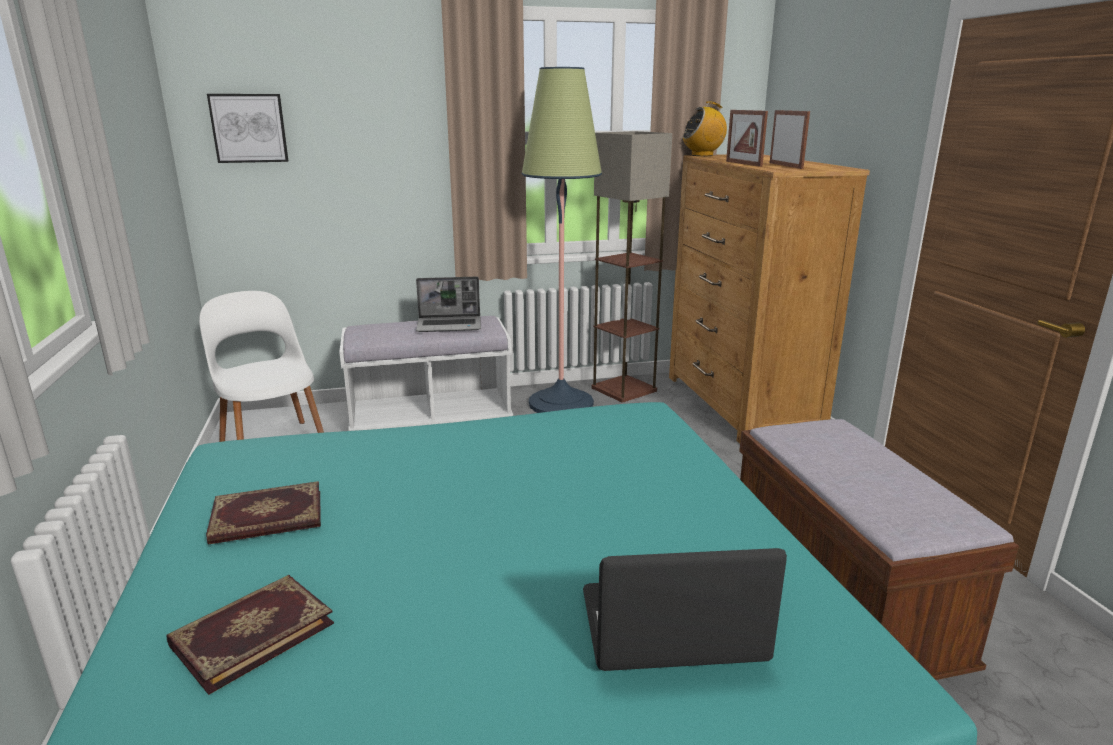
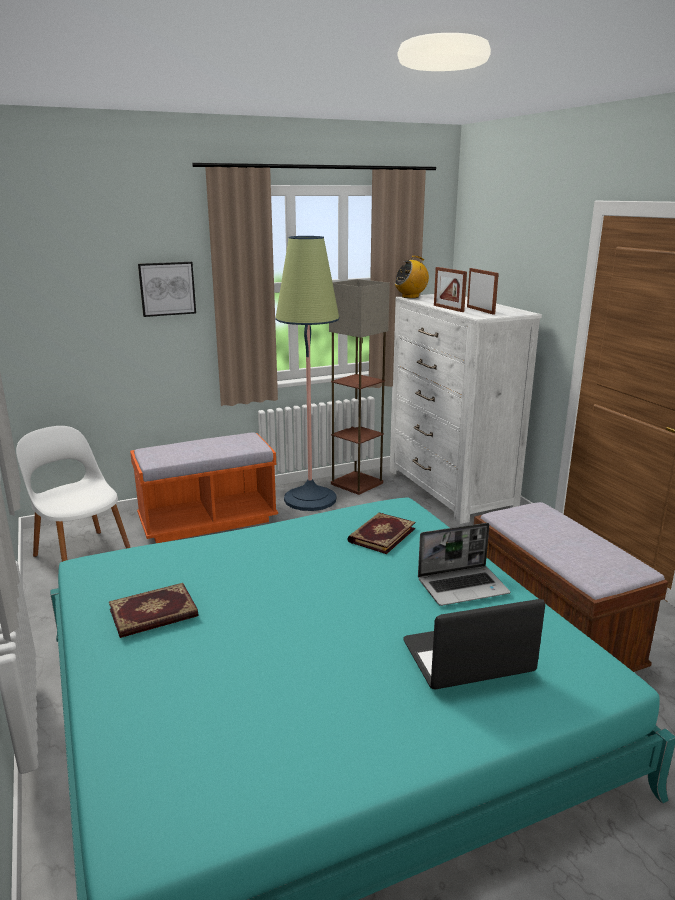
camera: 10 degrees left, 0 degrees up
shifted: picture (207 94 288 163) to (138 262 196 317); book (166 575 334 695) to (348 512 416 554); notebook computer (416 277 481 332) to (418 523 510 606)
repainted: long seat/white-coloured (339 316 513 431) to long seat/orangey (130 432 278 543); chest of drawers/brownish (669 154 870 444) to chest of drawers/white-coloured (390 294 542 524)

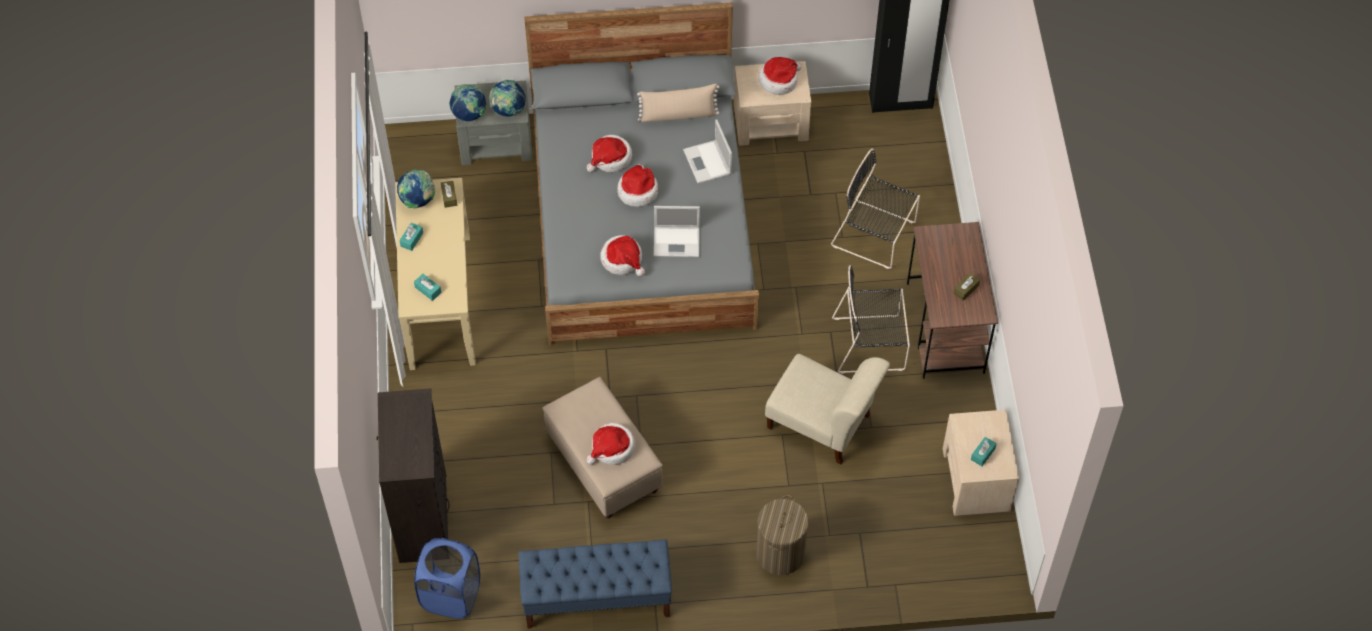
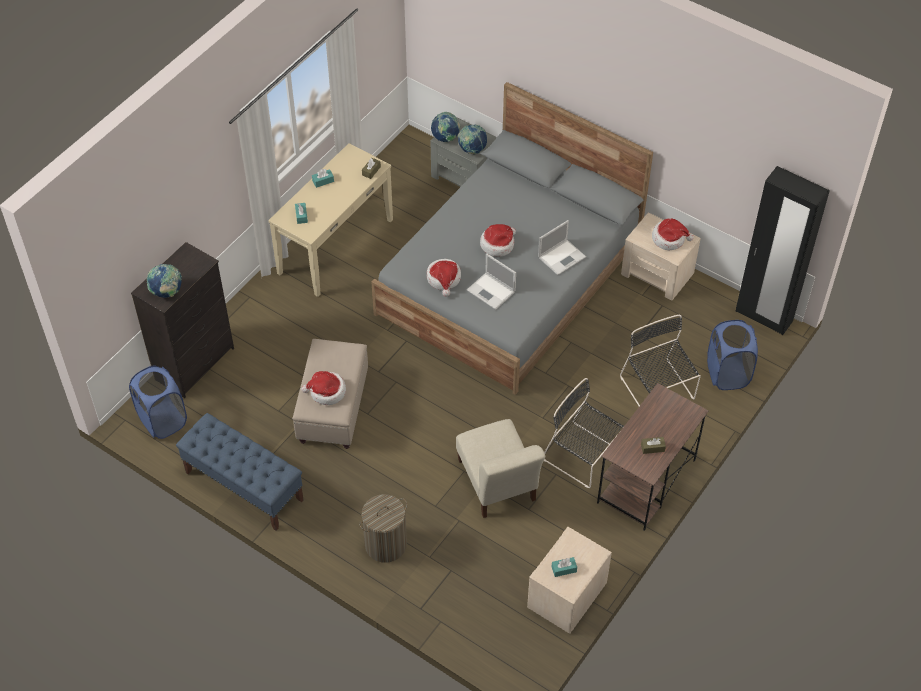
camera: 40 degrees right, 5 degrees down
gone: wearable hat (587 135 632 172); cushion/sand-coloured (637 84 719 122)
new: washing basket/blue-coloured (707 320 758 390)
shifted: world globe (397 169 435 209) to (147 264 182 298)
rotated: notebook computer (683 119 732 184) = (538 220 586 275) 150 degrees counterclockwise

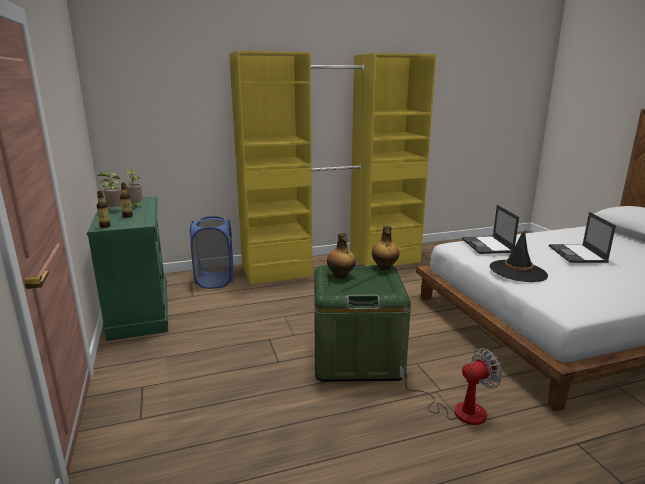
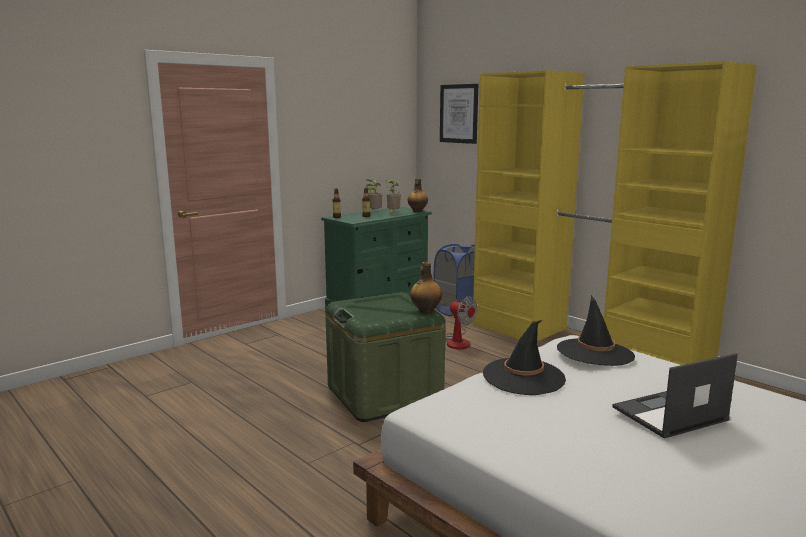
camera: 65 degrees right, 5 degrees down
new: picture (440 84 478 144)
shifted: beverage bottle (327 232 356 279) to (408 179 428 212); fan (399 348 503 425) to (445 296 478 349)
swapped: notebook computer (462 205 519 254) to wearable hat/blackish (557 295 635 366)

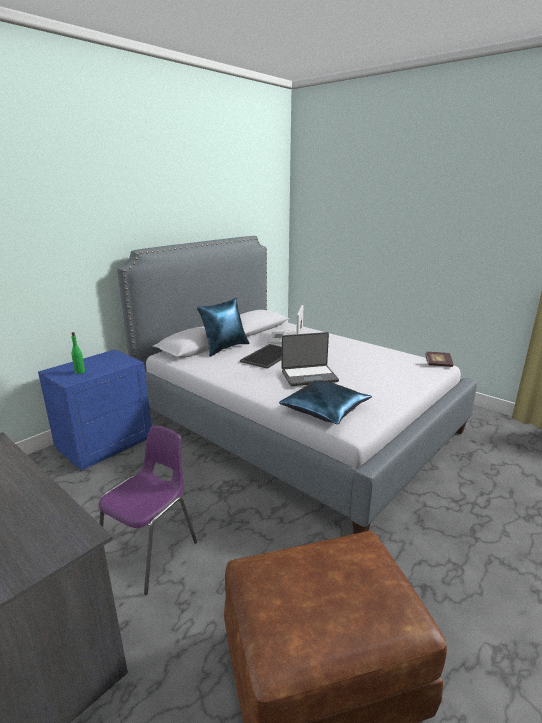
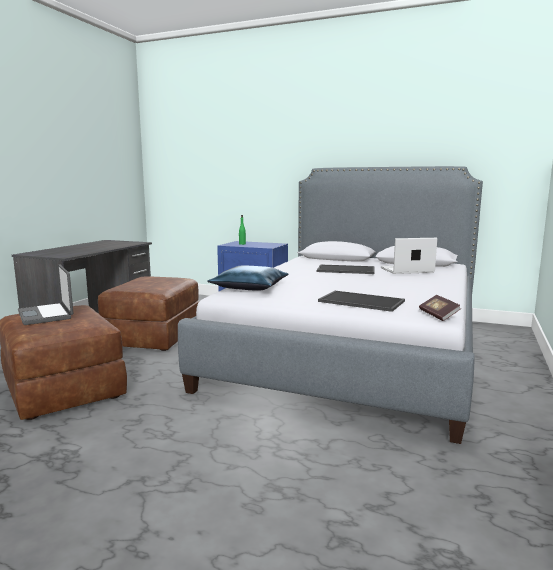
camera: 70 degrees right, 10 degrees down
gone: cushion/blue-coloured (197 298 250 357)
new: serving tray (318 291 405 312)
shifted: notebook computer (282 332 339 386) to (18 264 73 325)
swapped: upright chair/purple-coloured (99 425 197 595) to pouffe/brownish (98 277 199 351)

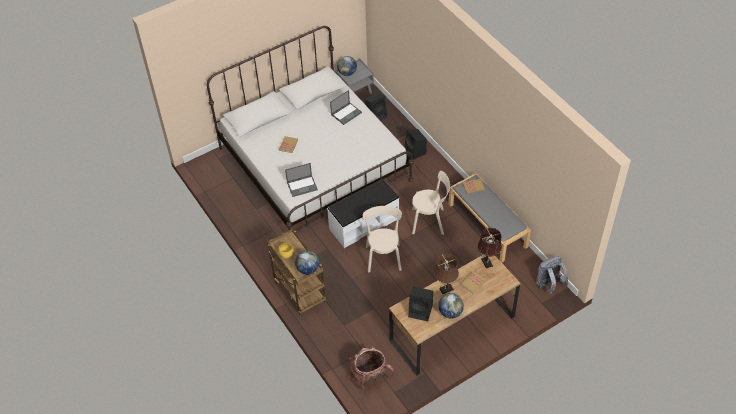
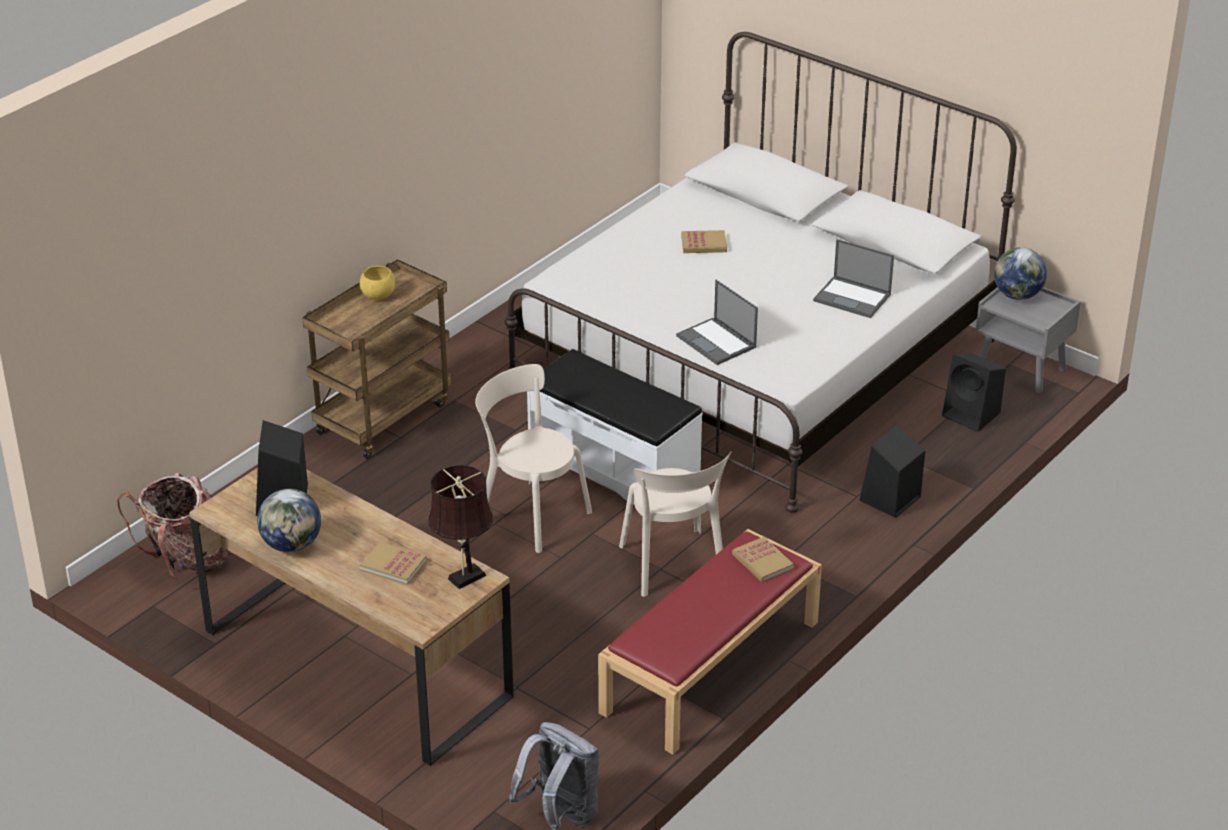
camera: 70 degrees right, 15 degrees down
gone: world globe (295 250 319 275); tabletop lamp/brownish (434 254 459 294)
shifted: notebook computer (285 163 318 197) to (676 280 758 365)
repainted: long seat/grey (448 173 531 262) to long seat/red-coloured (598 529 822 755)
rotated: upright chair/sand-coloured (363 206 402 272) = (475 364 592 553) 120 degrees counterclockwise

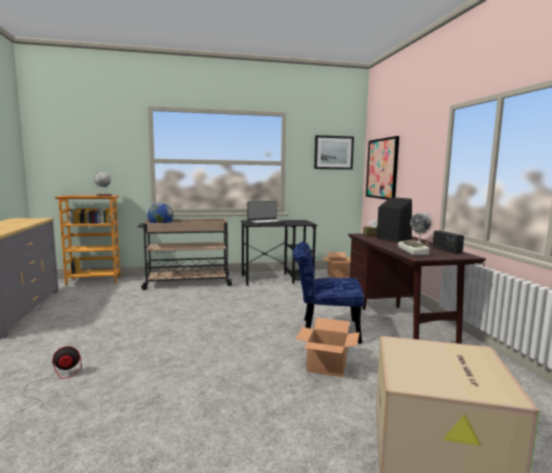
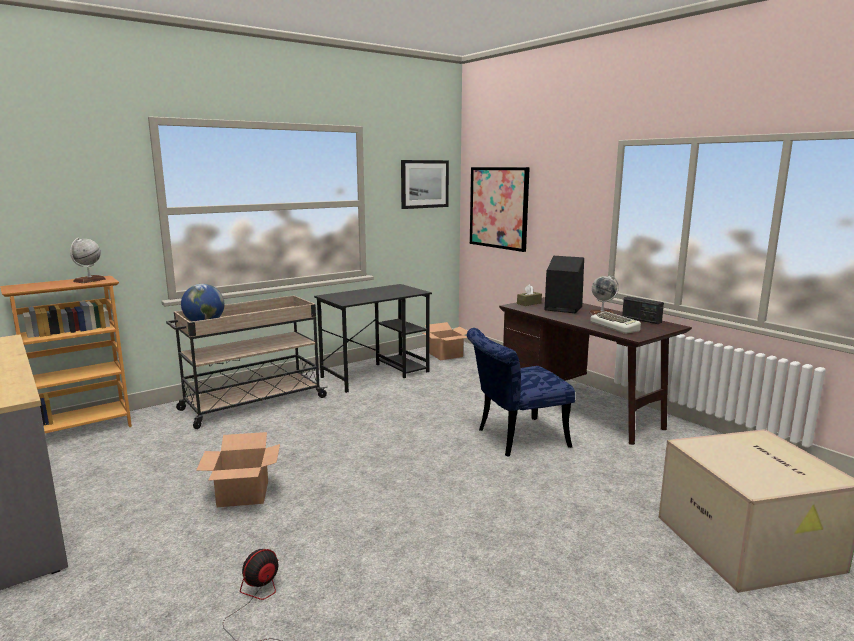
camera: 25 degrees left, 5 degrees up
gone: notebook computer (247 201 286 225)
shifted: packing box (296 318 360 377) to (196 432 280 507)

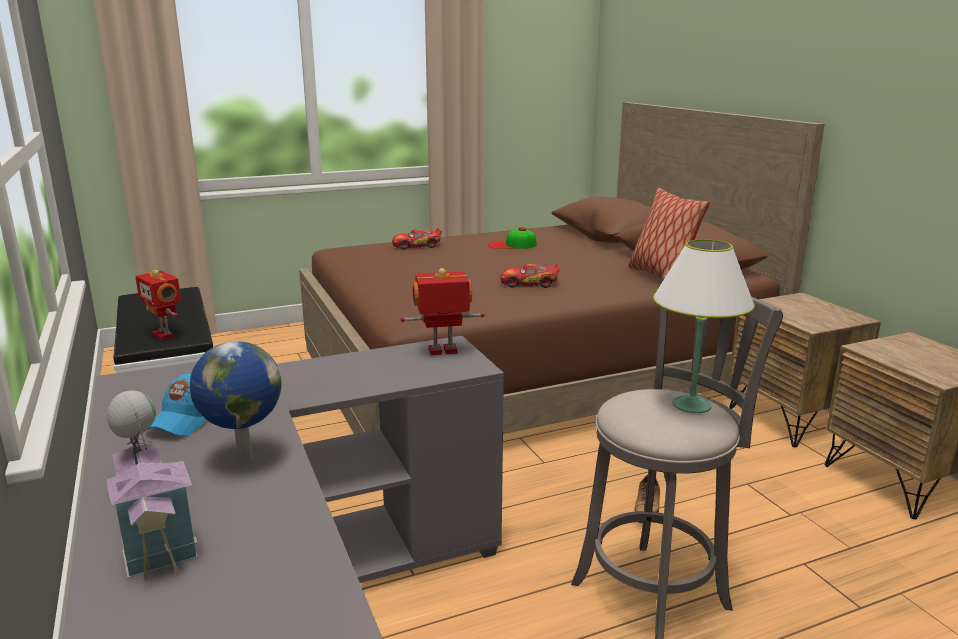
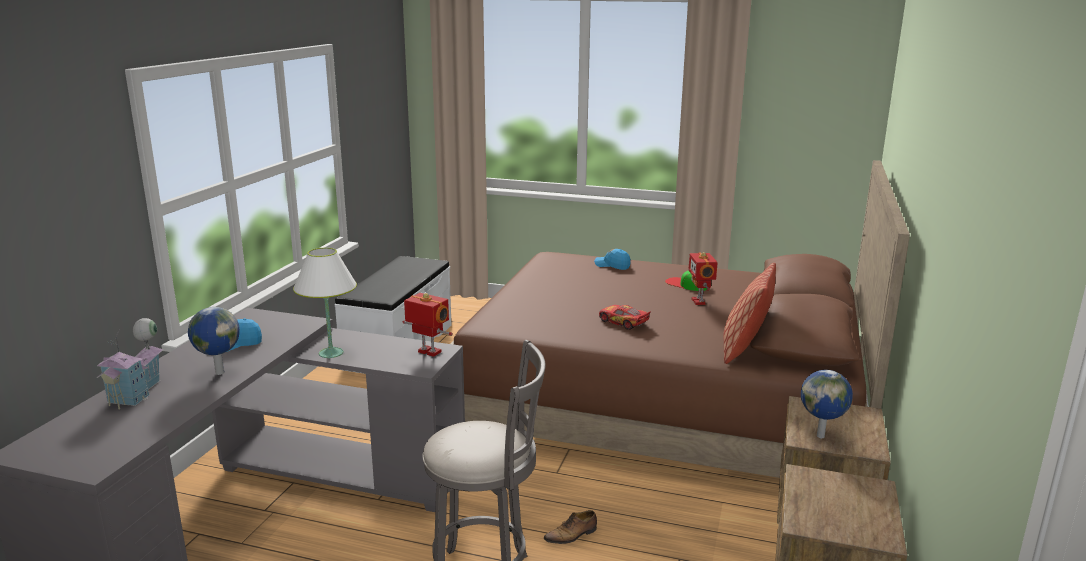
camera: 40 degrees right, 0 degrees up
new: world globe (801 370 853 438)
shifted: tabletop lamp/white-coloured (653 239 755 413) to (293 248 357 358); toy robot (135 270 181 340) to (689 252 718 305)
swapped: miniature car (392 228 442 250) to peaked cap/blue-coloured (594 249 631 270)

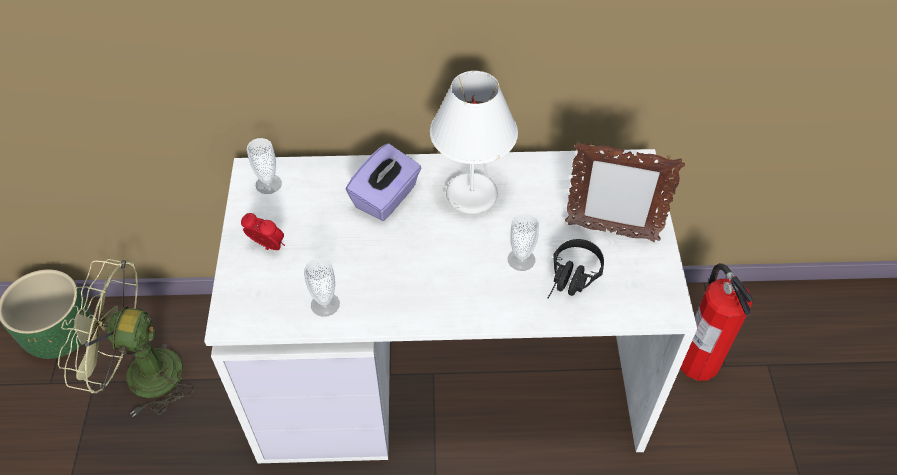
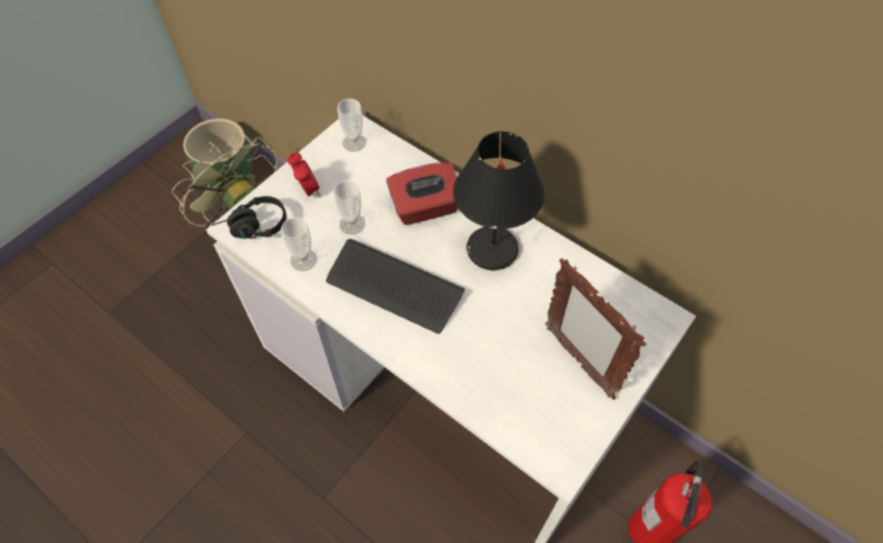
camera: 40 degrees right, 5 degrees up
new: keyboard (326 239 465 334)
shifted: headphones/blackish (547 239 604 299) to (212 196 287 239); drinking cup (508 214 539 271) to (333 181 365 235)
repainted: tissue box/purple-coloured (346 143 421 221) to tissue box/red-coloured (386 162 458 225); tabletop lamp/white-coloured (430 71 518 214) to tabletop lamp/blackish (453 131 545 270)

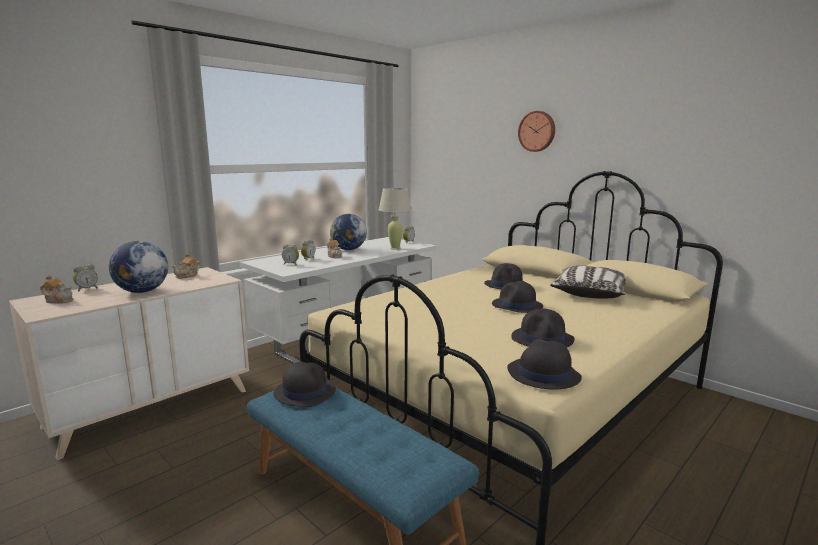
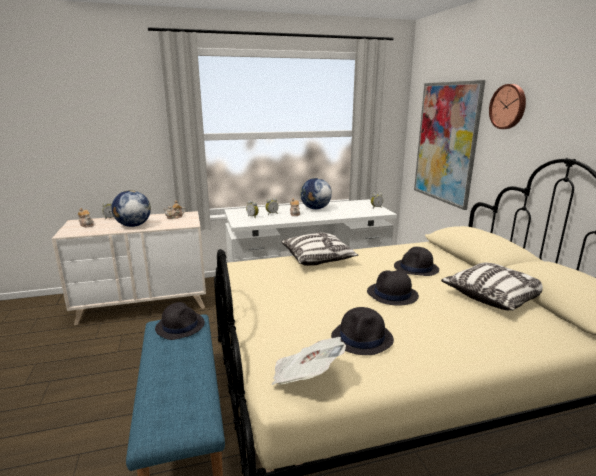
camera: 30 degrees right, 5 degrees up
gone: tabletop lamp/sand-coloured (379 188 412 250)
new: cushion (282 233 358 266); picture (414 80 486 210)
swapped: wearable hat/blackish (507 339 582 390) to printed paper (272 337 346 385)

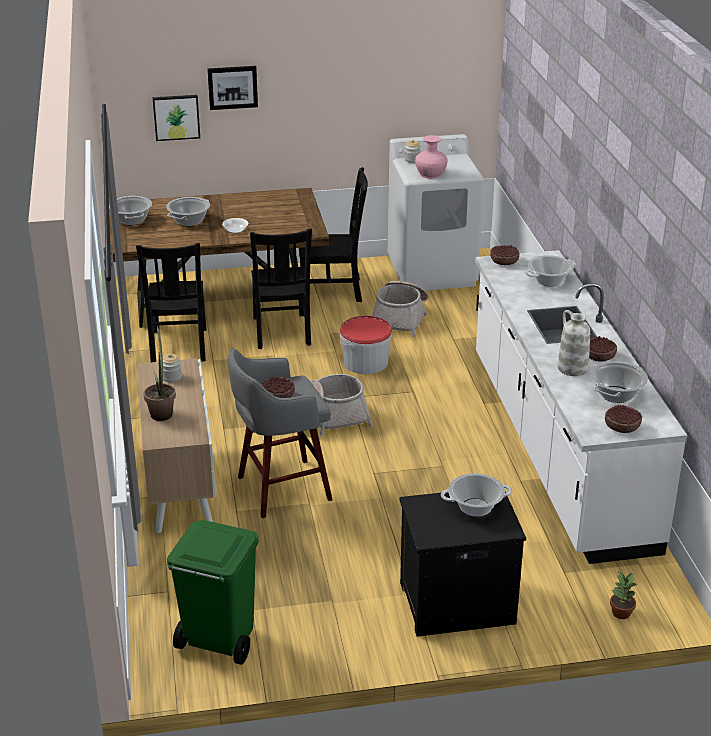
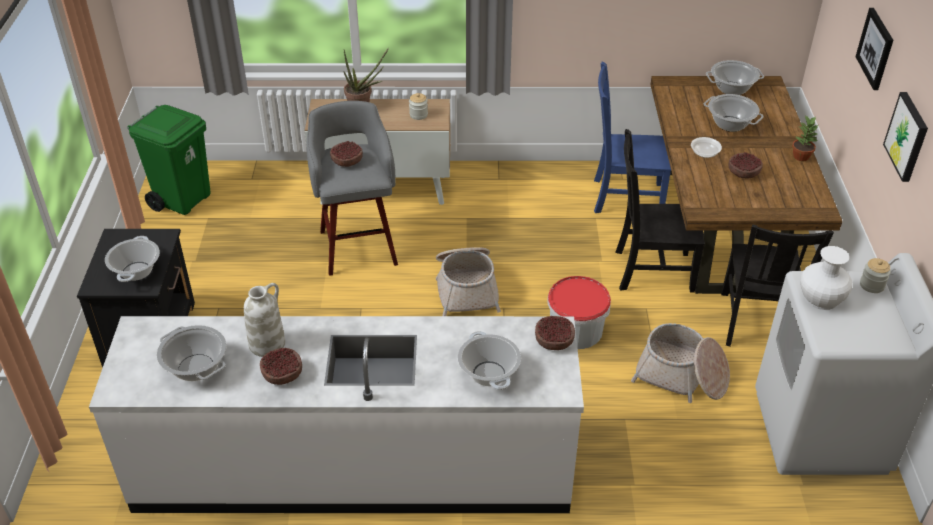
camera: 100 degrees right, 10 degrees up
shifted: serving bowl (605 405 642 433) to (729 152 763 179); potted plant (610 571 636 619) to (792 115 818 161); picture (152 95 200 141) to (883 92 928 182)
repainted: upright chair/blackish (136 243 207 362) to upright chair/blue-coloured (594 62 671 213); decorative vase/pink (415 135 448 179) to decorative vase/white-coloured (800 246 852 310)

